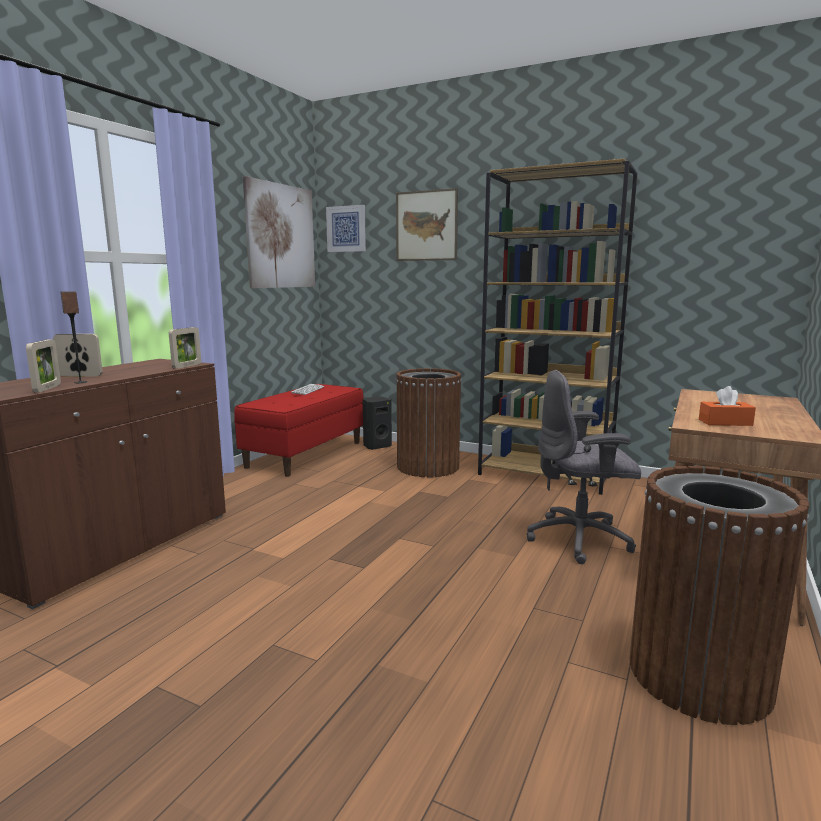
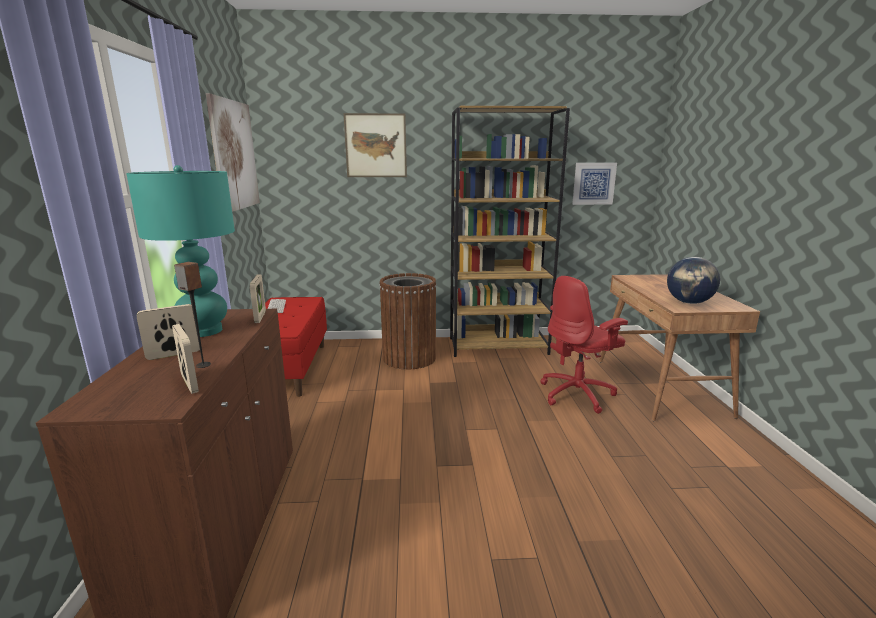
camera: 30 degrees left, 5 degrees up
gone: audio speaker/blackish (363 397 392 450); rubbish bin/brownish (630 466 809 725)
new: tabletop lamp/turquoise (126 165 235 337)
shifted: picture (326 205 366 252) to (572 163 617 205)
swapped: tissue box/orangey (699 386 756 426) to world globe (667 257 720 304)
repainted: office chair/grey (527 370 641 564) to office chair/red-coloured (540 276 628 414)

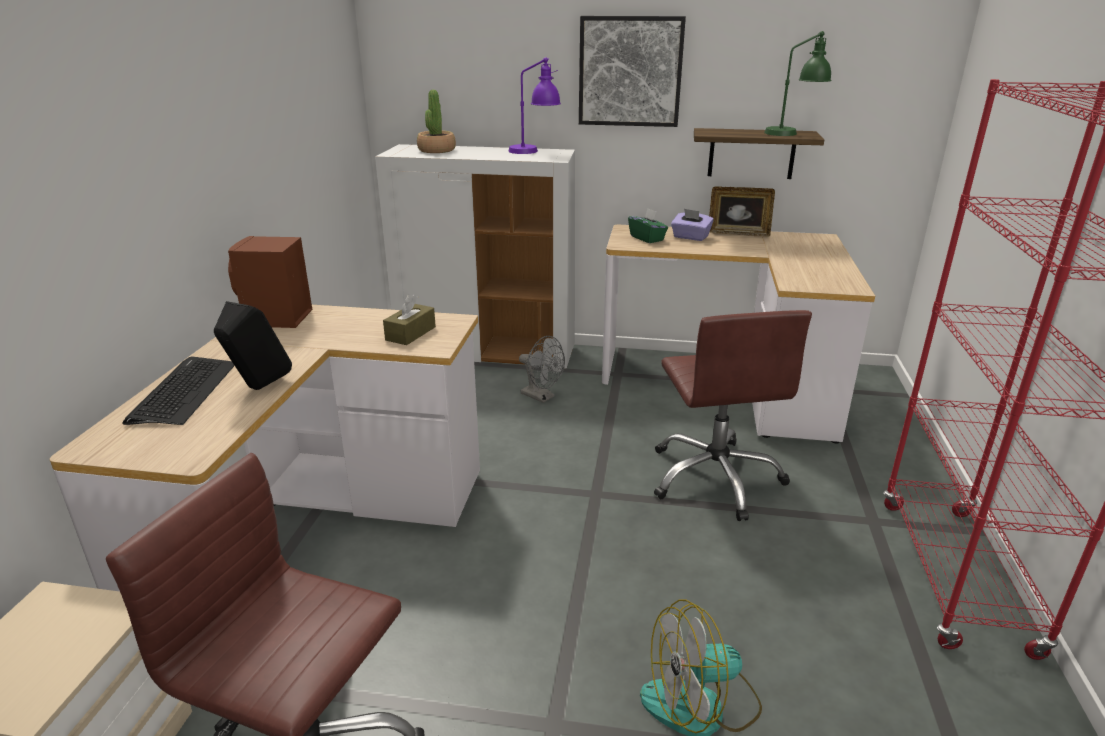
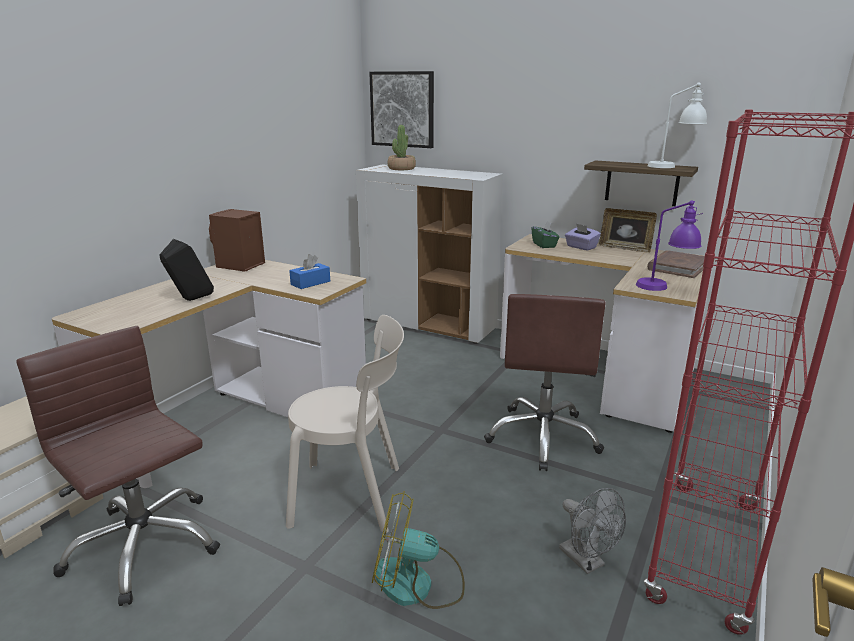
camera: 20 degrees right, 5 degrees down
gone: keyboard (122 356 235 425)
new: upright chair/sand-coloured (286 315 404 533); book/brownish (647 250 705 278)
shifted: picture (579 16 686 127) to (369 71 434 148); fan/grey (519 336 565 403) to (559 488 626 574); tabletop lamp/purple-coloured (508 57 561 154) to (636 200 703 291)
repainted: tissue box/brownish (383 294 436 345) to tissue box/blue-coloured (289 254 330 289); tabletop lamp/green-coloured (764 31 832 136) to tabletop lamp/white-coloured (647 83 707 168)

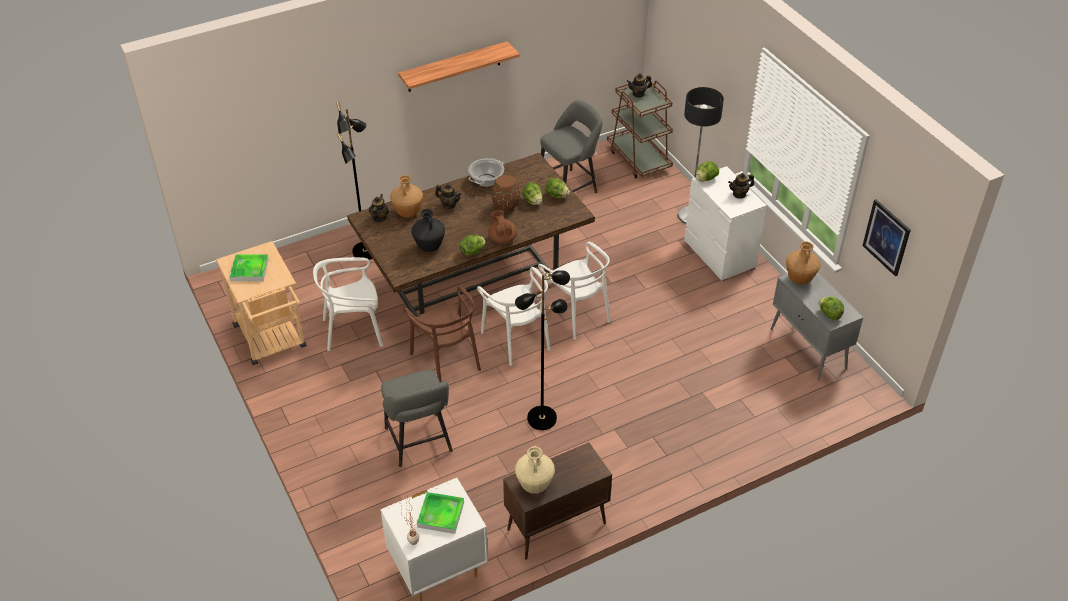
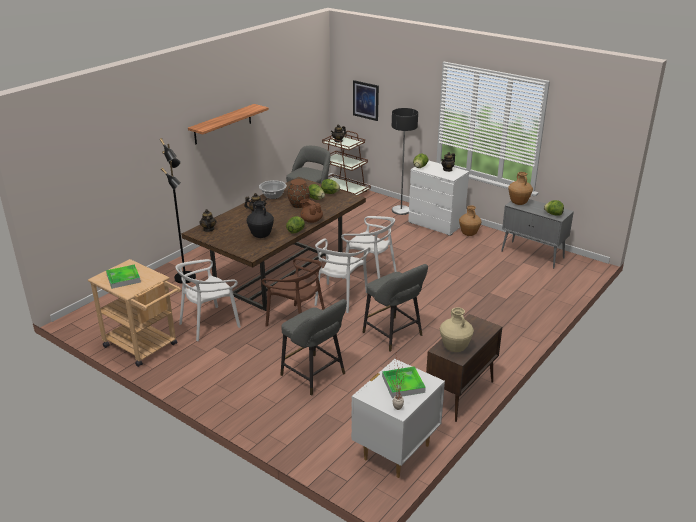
camera: 25 degrees left, 15 degrees down
shifted: picture (862 199 911 276) to (353 80 379 121); decorative vase/brownish (390 175 423 217) to (459 205 482 236)
swapped: floor lamp/blackish (515 271 570 430) to sitting stool/grey (363 264 428 352)
rotated: upright chair/white-coloured (477 267 551 366) = (314 239 370 313) 75 degrees clockwise

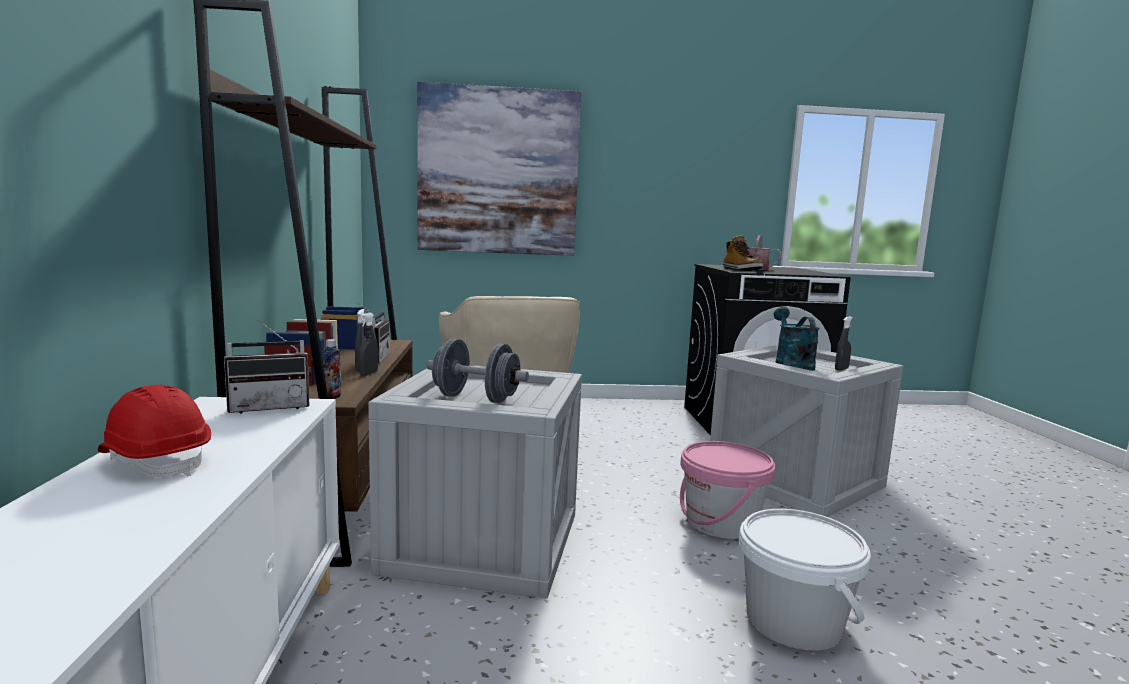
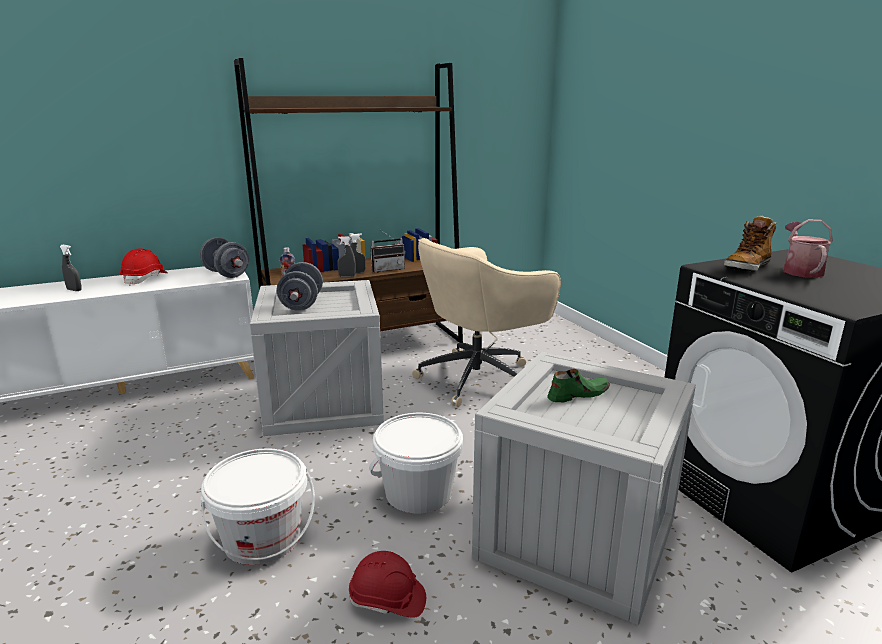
camera: 70 degrees right, 10 degrees up
gone: picture (417 82 581 256)
new: safety helmet/red-coloured (349 551 426 618)
shifted: sprayer/grey (835 316 853 371) to (60 245 82 291)
swapped: radio receiver (224 319 311 414) to free weight/grey (200 237 249 278); watering pot/turquoise (774 307 820 371) to shoe/green-coloured (547 369 610 402)
repainted: pail/pink (680 441 776 539) to pail/white-coloured (369 413 463 514)

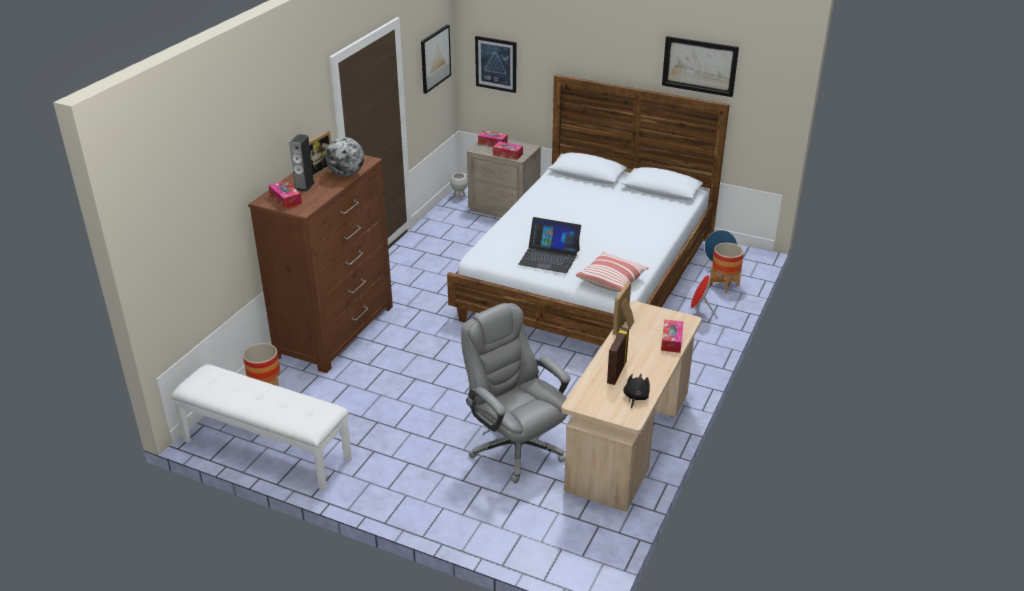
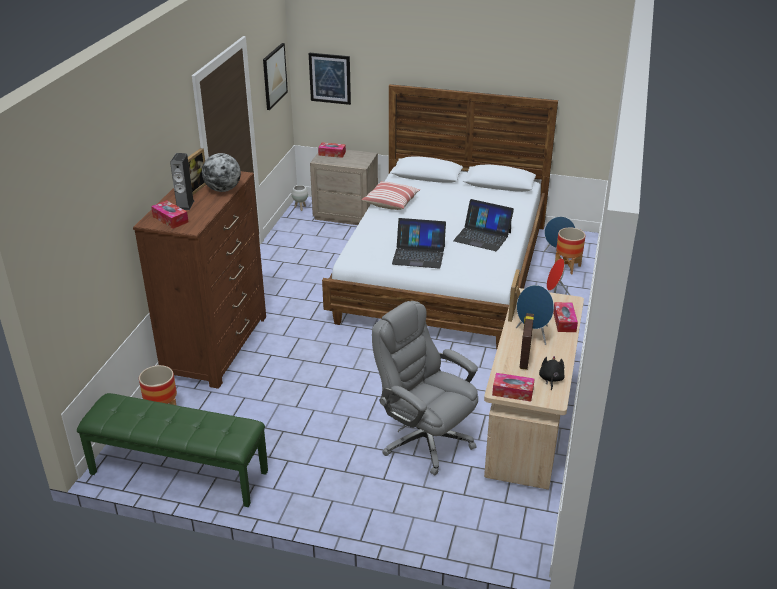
camera: 10 degrees left, 0 degrees up
gone: picture (662 36 739 97)
new: notebook computer (453 199 514 251); audio speaker/blue-coloured (516 285 554 345)
shifted: cushion (576 252 648 292) to (362 181 420 210); tissue box (493 141 523 160) to (492 373 535 402)
repainted: long seat/white-coloured (171 364 352 491) to long seat/green-coloured (77 393 268 507)

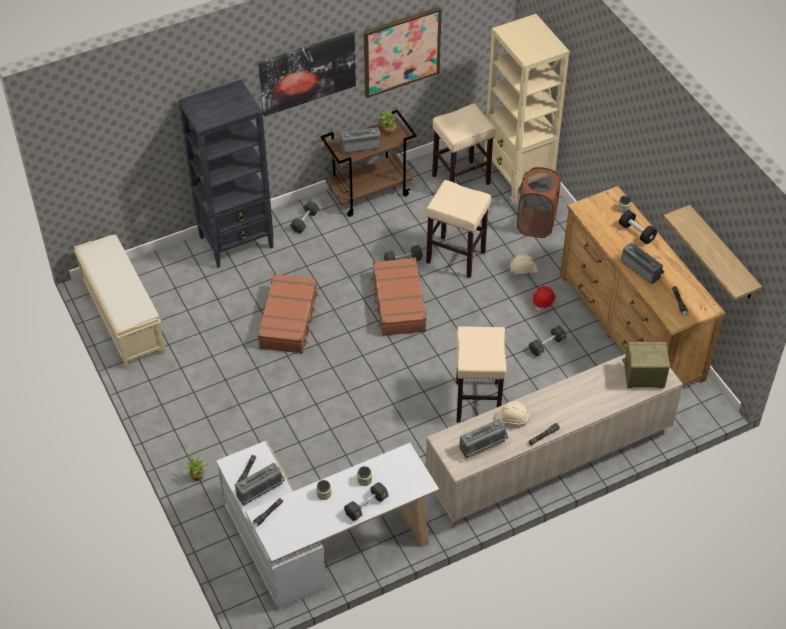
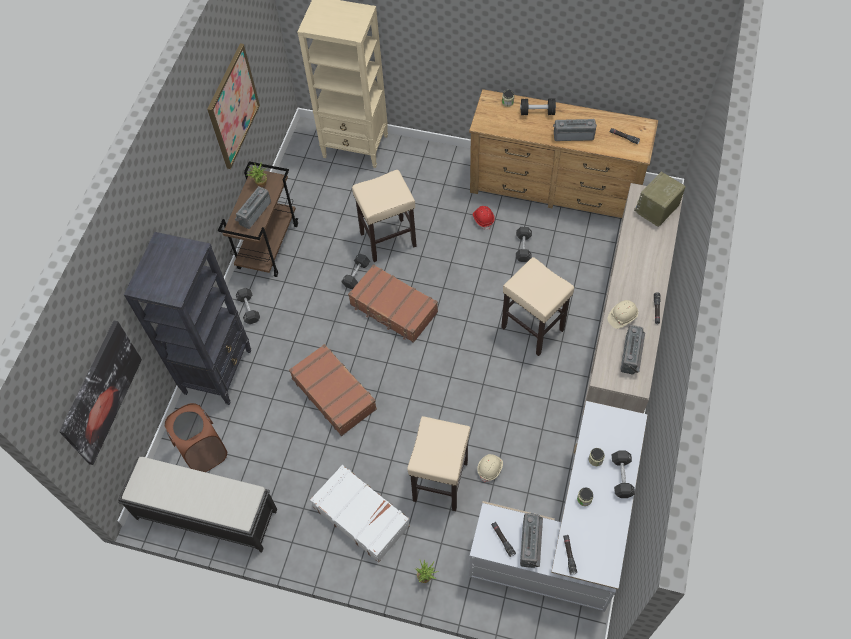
camera: 45 degrees left, 10 degrees up
gone: wall shelf (663 205 762 301)
new: piece of luggage/white-coloured (310 465 410 562)
shifted: picture (258 32 356 117) to (59 321 142 465); washing basket/brownish (517 167 561 238) to (164 403 228 472); sitting stool/sand-coloured (432 104 496 185) to (407 416 470 511); safety helmet/sand-coloured (510 254 538 275) to (477 454 503 482)
repainted: long seat/sand-coloured (74 235 166 369) to long seat/blackish (118 457 277 552)

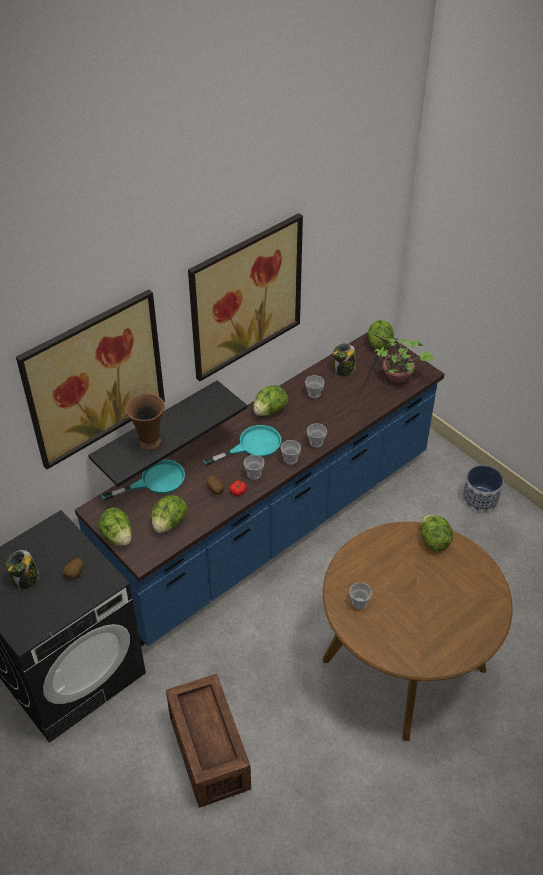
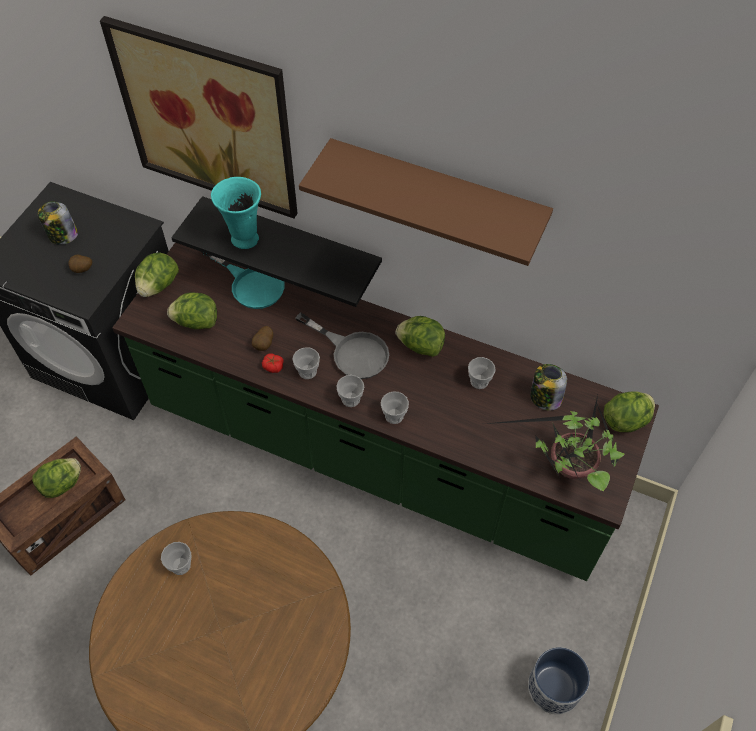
camera: 65 degrees right, 10 degrees up
shifted: lettuce (421 515 453 552) to (32 458 81 498)
swapped: picture (188 213 303 382) to wall shelf/brownish (299 138 553 266)
repainted: kitchen base unit/blue-coloured (75 332 444 646) to kitchen base unit/green-coloured (112 243 659 581); decorative vase/brownish (125 393 165 451) to decorative vase/turquoise (211 177 261 249); frying pan/turquoise (203 425 281 466) to frying pan/grey (295 313 389 379)

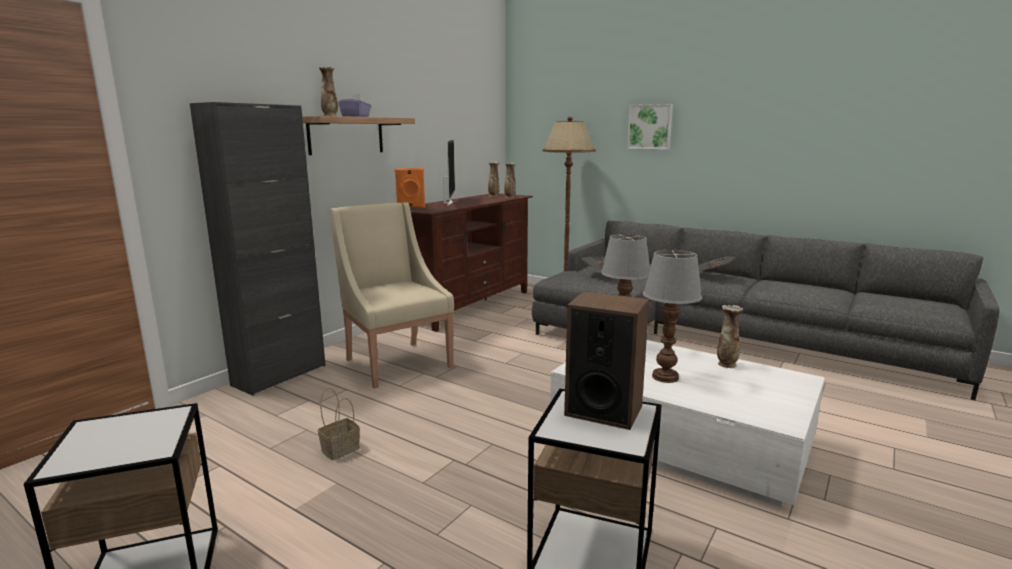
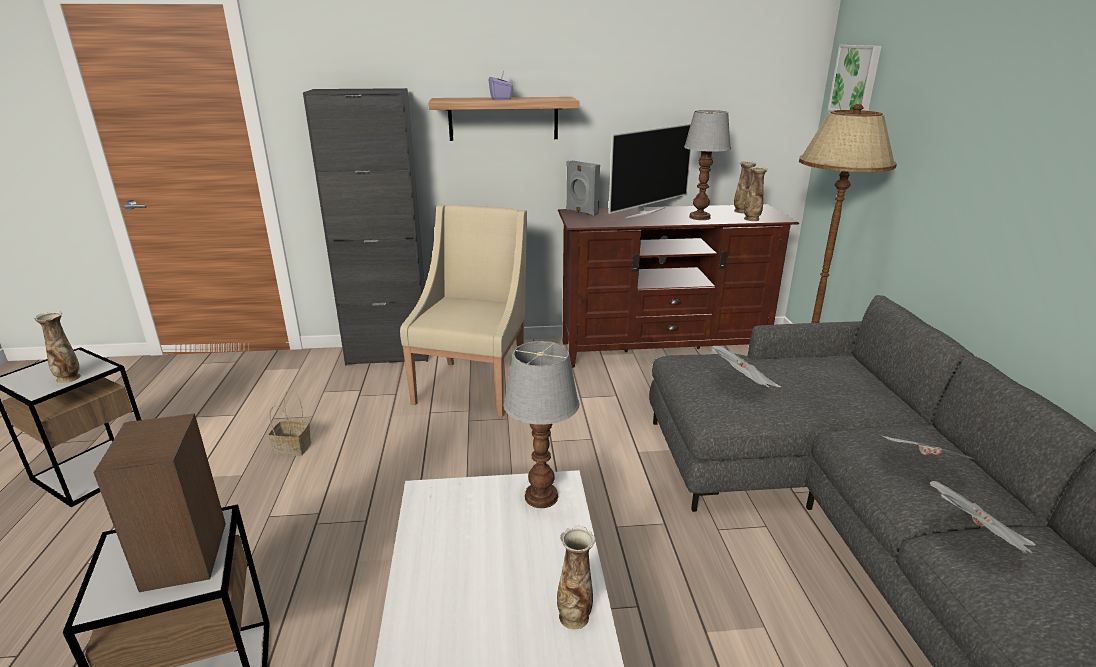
camera: 50 degrees right, 10 degrees up
new: printed paper (930 481 1036 553)
shifted: decorative vase (319 67 338 116) to (34 311 81 383); tabletop lamp (643 250 702 383) to (684 110 731 220); picture (627 104 673 149) to (828 45 882 111)
repainted: audio speaker/orangey (395 168 425 208) to audio speaker/grey (566 161 600 216)

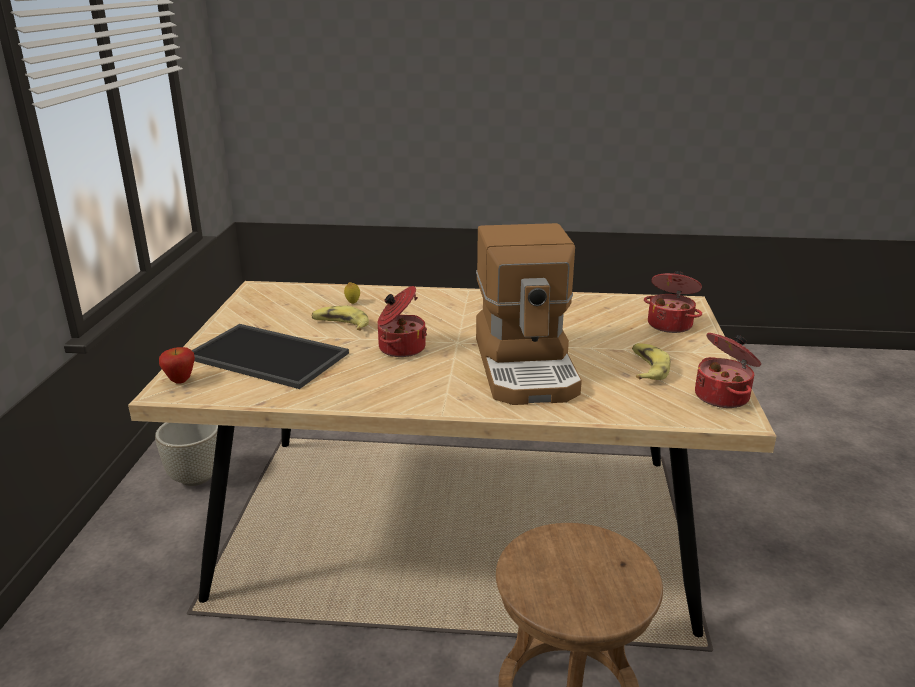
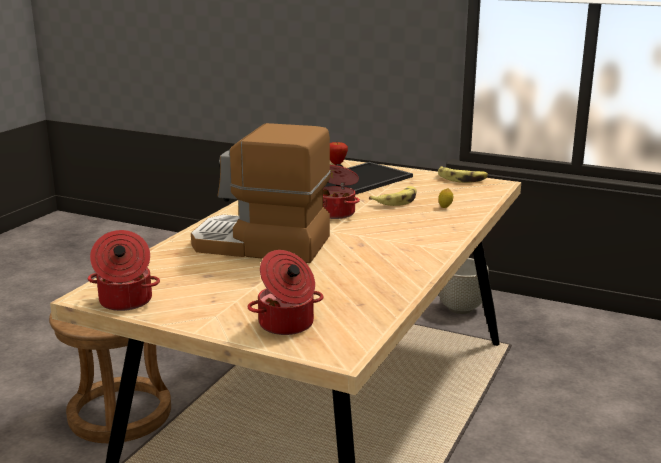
camera: 110 degrees right, 5 degrees down
shifted: banana fruit (632 343 670 380) to (438 166 488 183)

